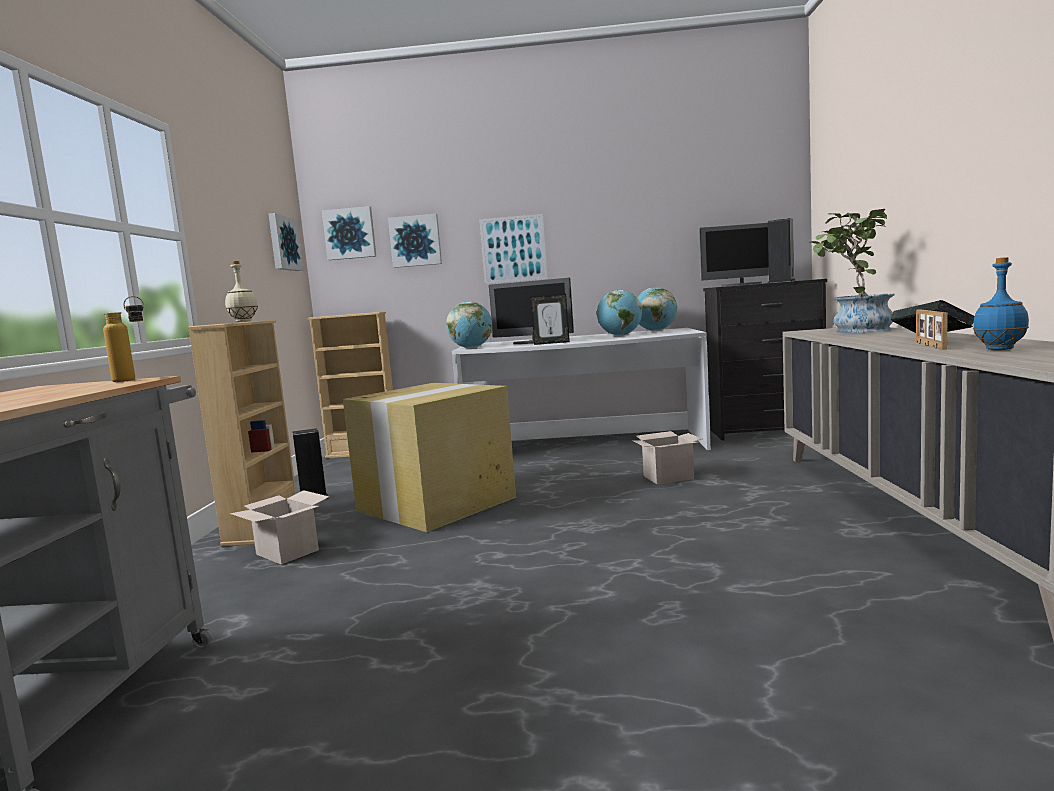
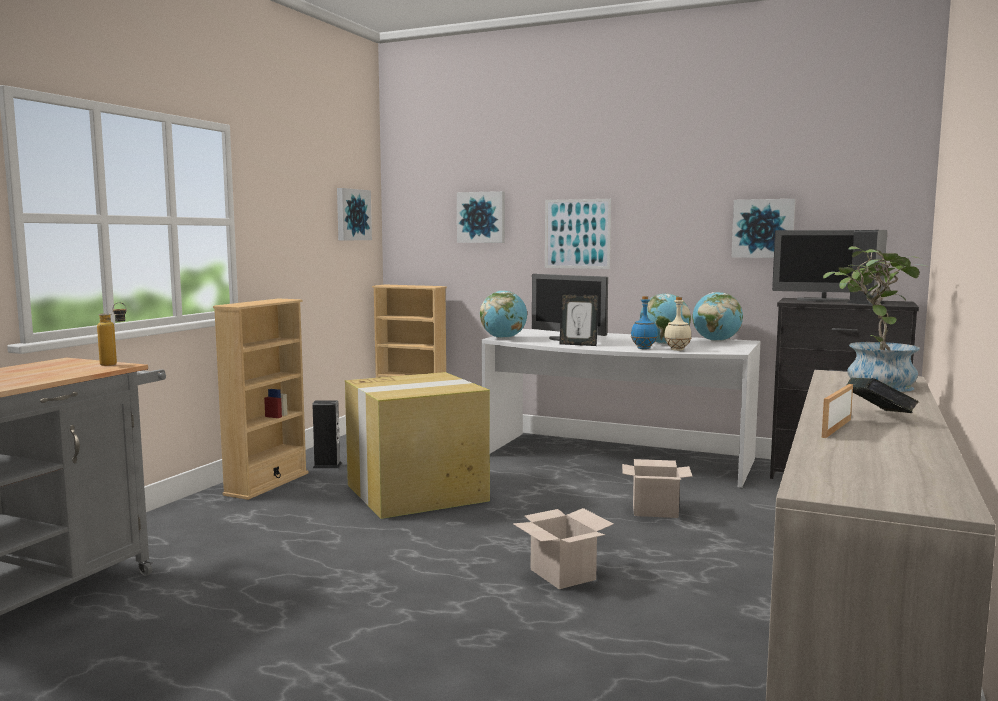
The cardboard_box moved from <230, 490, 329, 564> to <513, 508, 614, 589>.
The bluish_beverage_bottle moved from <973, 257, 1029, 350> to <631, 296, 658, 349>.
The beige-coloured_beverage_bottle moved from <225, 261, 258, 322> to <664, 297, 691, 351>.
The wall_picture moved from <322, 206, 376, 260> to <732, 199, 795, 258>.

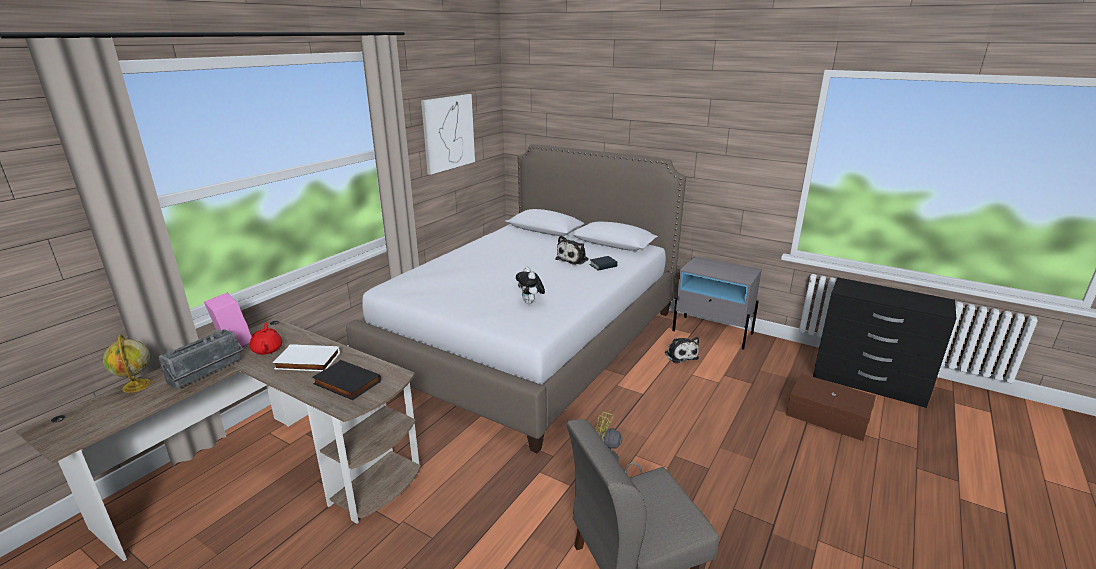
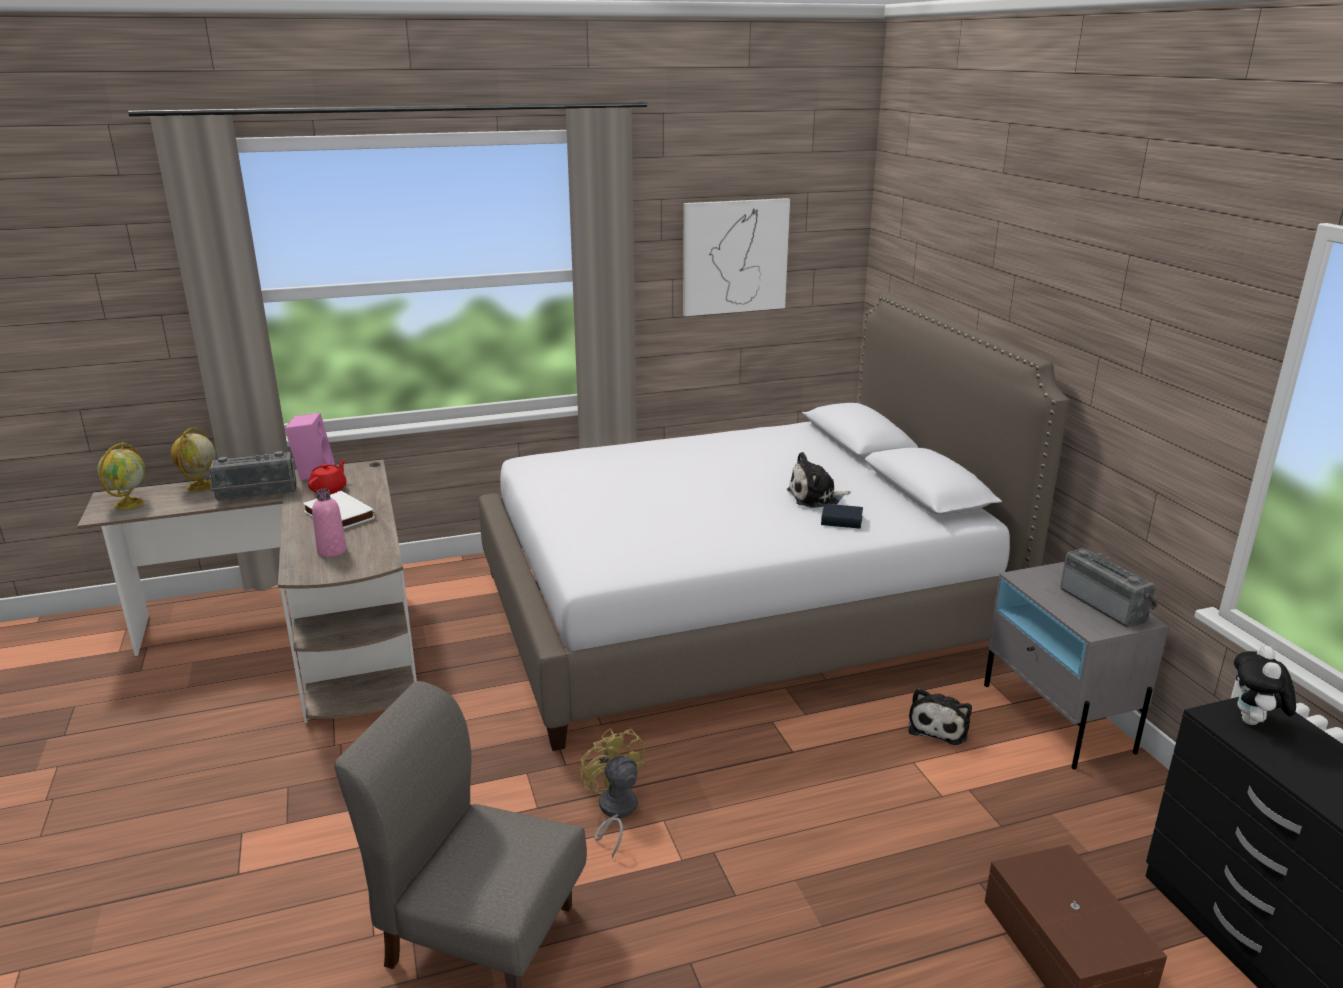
The world_globe at <97, 442, 145, 510> appeared.
The black_volume at <312, 360, 381, 400> was replaced by the pink_beverage_bottle at <312, 489, 347, 557>.
The radio_set at <1060, 548, 1158, 628> appeared.
The cuddly_toy moved from <516, 267, 545, 304> to <1234, 646, 1296, 725>.

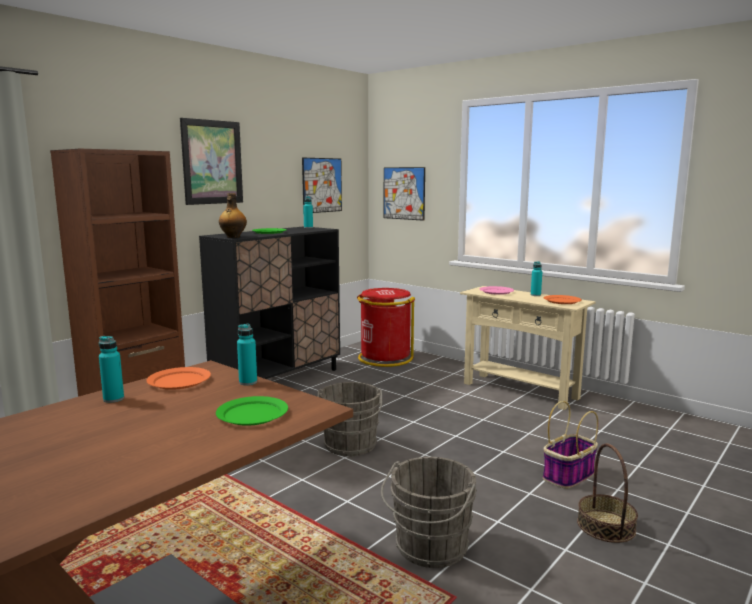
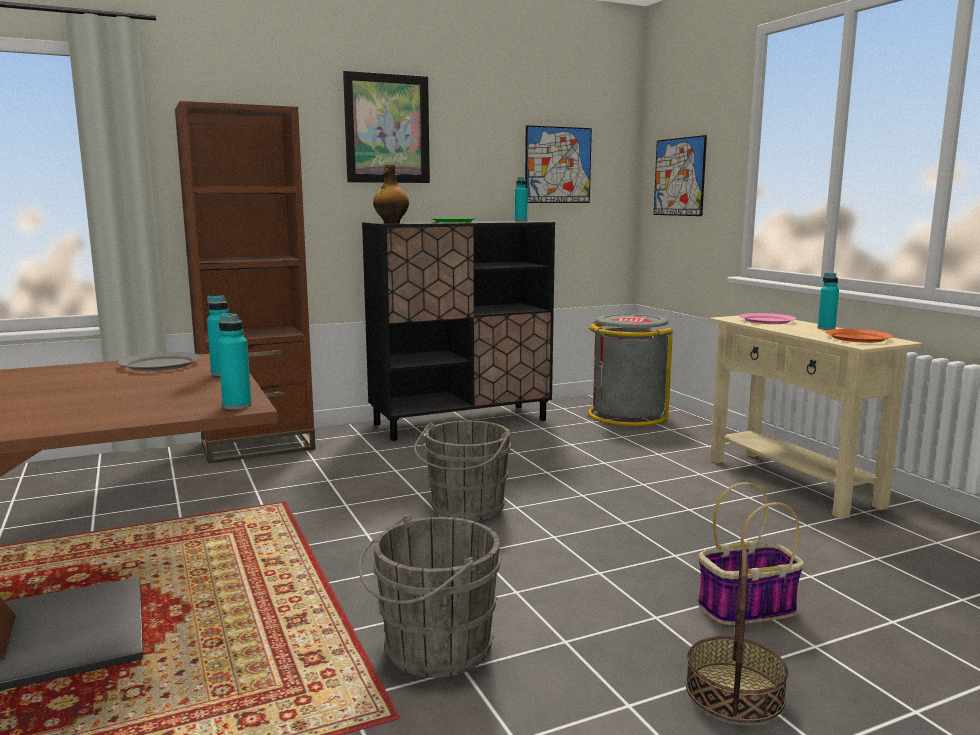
The orange_dinner_plate at <146, 367, 211, 390> became the gray_dinner_plate at <118, 352, 201, 371>.
The turquoise-coloured_beverage_bottle moved from <99, 336, 124, 403> to <218, 313, 252, 410>.
The red-coloured_waste_bin at <357, 288, 415, 367> became the gray_waste_bin at <588, 314, 673, 426>.
The greenish_dinner_plate at <216, 396, 288, 426> disappeared.

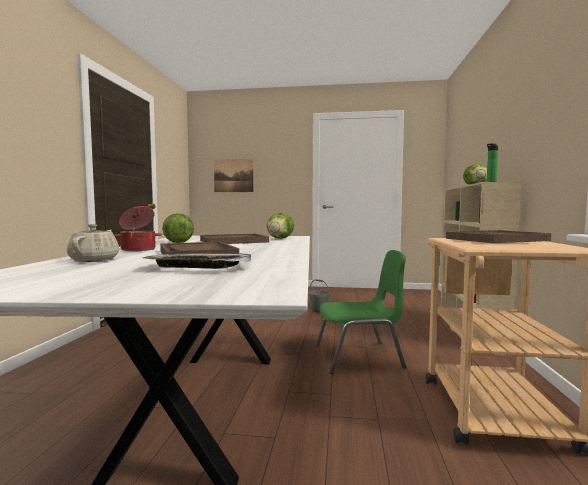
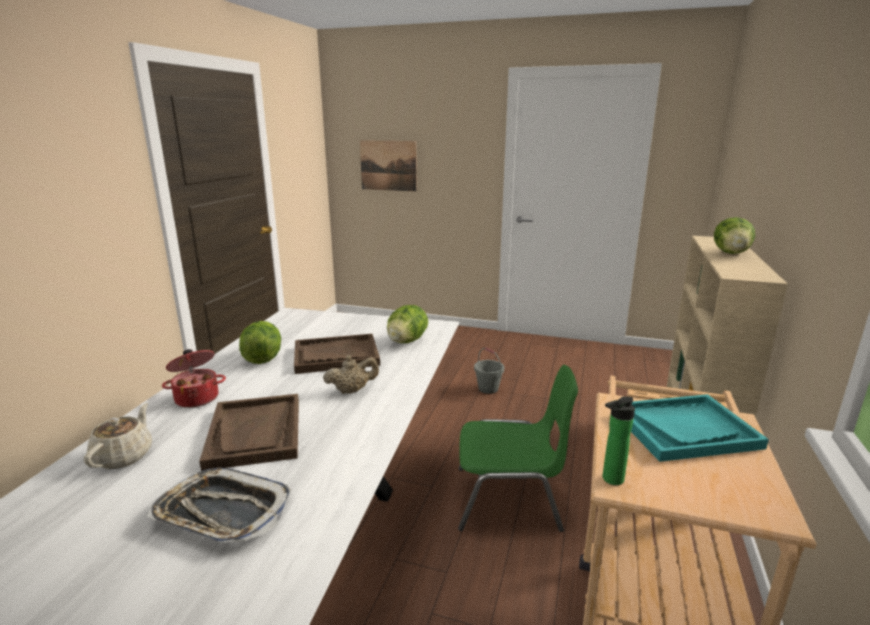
The beige-coloured_tea_pot at <323, 355, 379, 394> appeared.
The beverage_bottle moved from <487, 143, 498, 182> to <603, 396, 635, 485>.
The brownish_tray at <446, 230, 551, 243> became the turquoise-coloured_tray at <631, 394, 769, 462>.

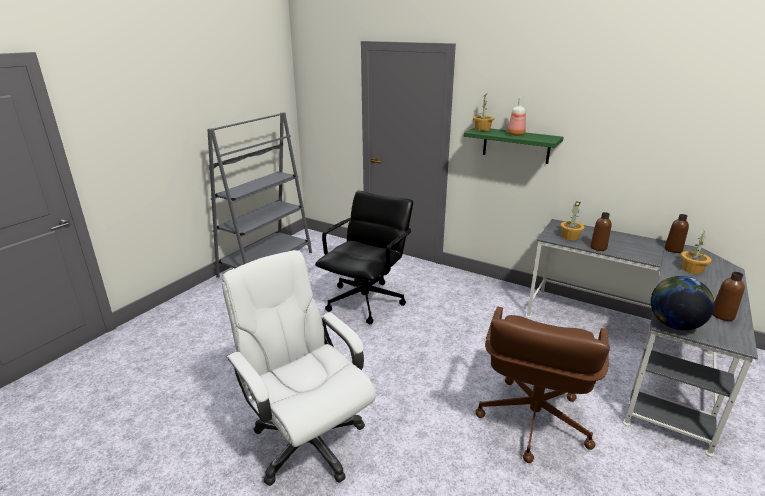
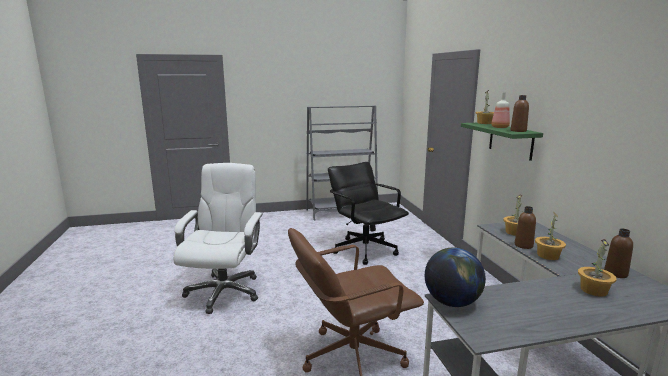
The black_desk_chair at <315, 191, 413, 324> turned 105 degrees counterclockwise.
The brownish_beverage_bottle moved from <712, 272, 745, 321> to <510, 95, 529, 132>.
The plant_in_a_pot at <535, 212, 566, 260> appeared.

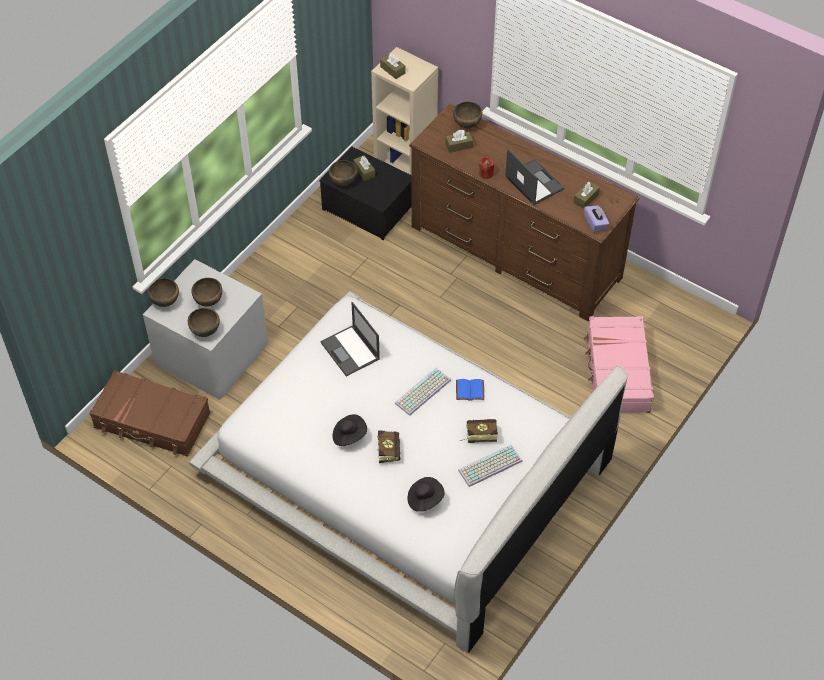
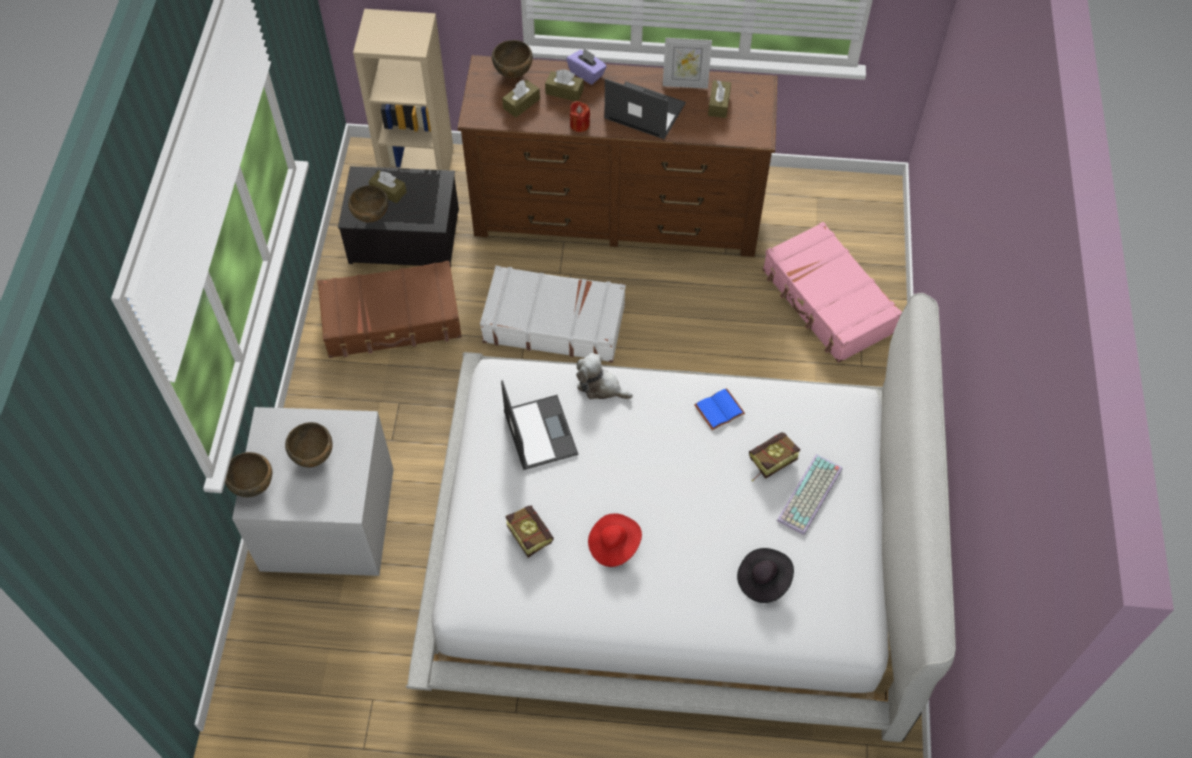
The brownish_piece_of_luggage moved from <89, 370, 210, 456> to <317, 261, 462, 358>.
The white-coloured_piece_of_luggage at <480, 266, 626, 362> appeared.
The portable_computer at <320, 302, 380, 376> turned 135 degrees counterclockwise.
The volume moved from <377, 430, 401, 463> to <505, 506, 554, 558>.
The brownish_tissue_holder moved from <380, 54, 405, 79> to <545, 69, 584, 101>.
The purple-coloured_tissue_holder moved from <584, 205, 609, 233> to <566, 48, 607, 85>.
The cuddly_toy at <576, 353, 633, 399> appeared.
The black_wearable_hat at <333, 414, 367, 446> became the red-coloured_wearable_hat at <588, 513, 642, 567>.
The picture_frame at <663, 38, 712, 89> appeared.
The brownish_deep_dish at <188, 308, 220, 337> disappeared.
The keyboard at <395, 368, 451, 416> disappeared.

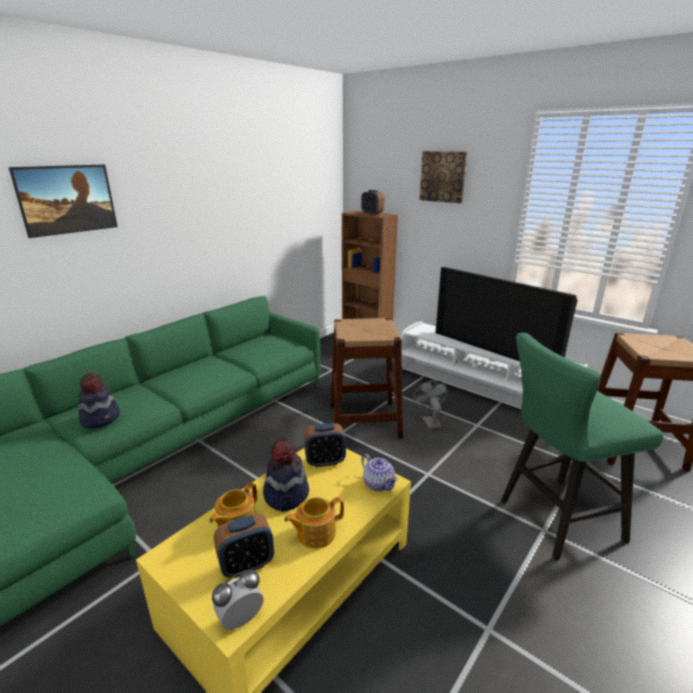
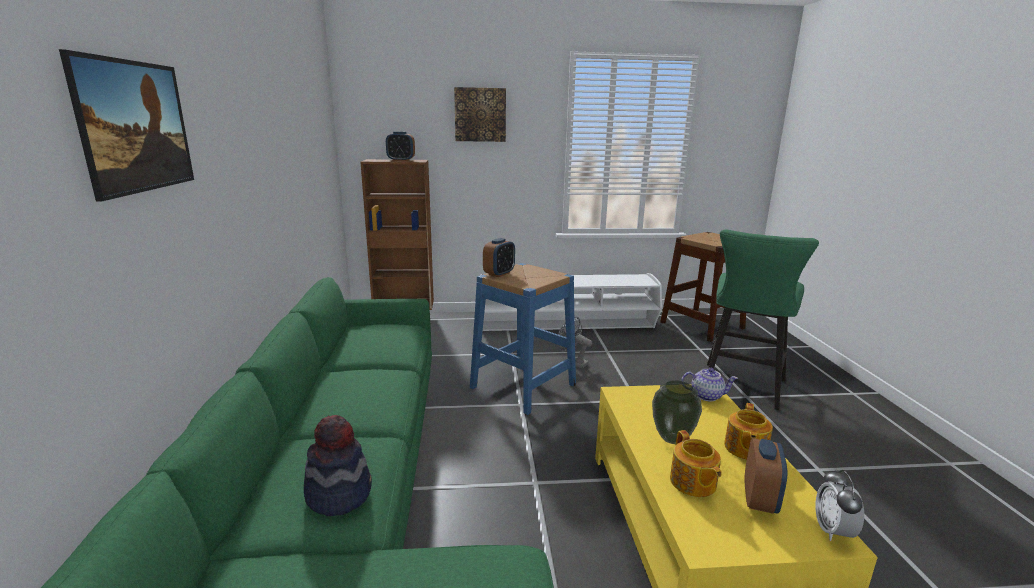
The brownish_stool_seat at <330, 318, 403, 439> became the bluish_stool_seat at <470, 263, 576, 415>.
The alarm_clock moved from <304, 423, 346, 467> to <483, 238, 515, 277>.
The wearable_hat at <263, 438, 309, 511> was replaced by the flower_vase at <652, 380, 702, 444>.
The television at <436, 267, 578, 361> disappeared.

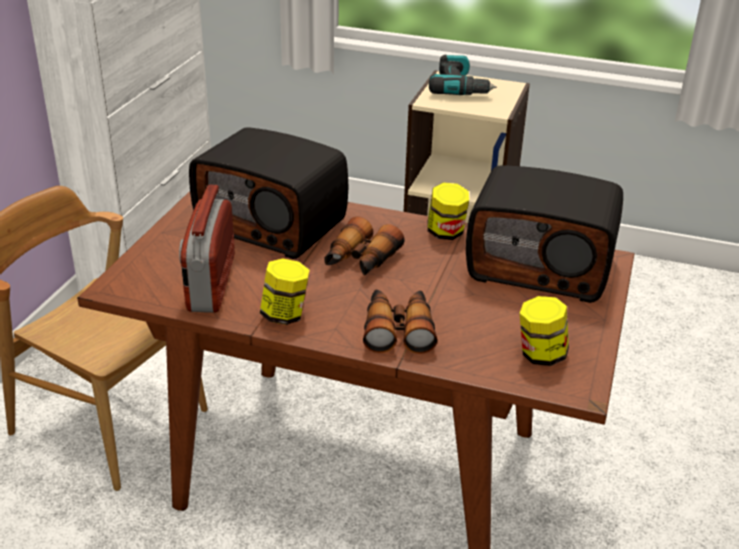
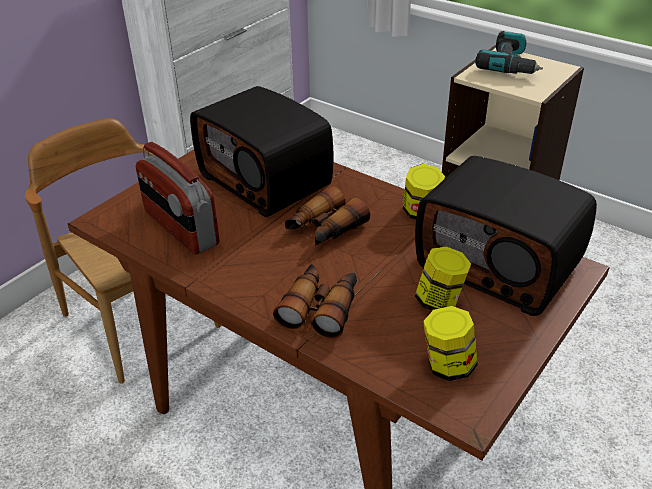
The radio_set at <179, 185, 235, 313> turned 60 degrees counterclockwise.
The jar moved from <260, 258, 310, 325> to <415, 247, 471, 311>.

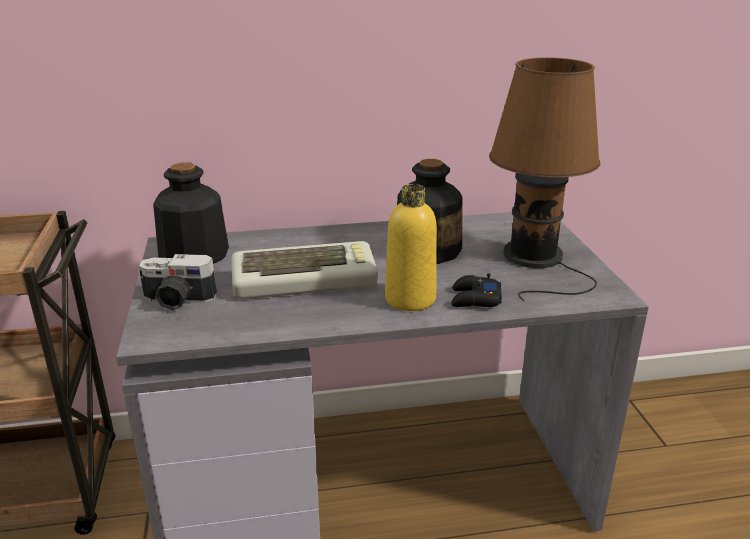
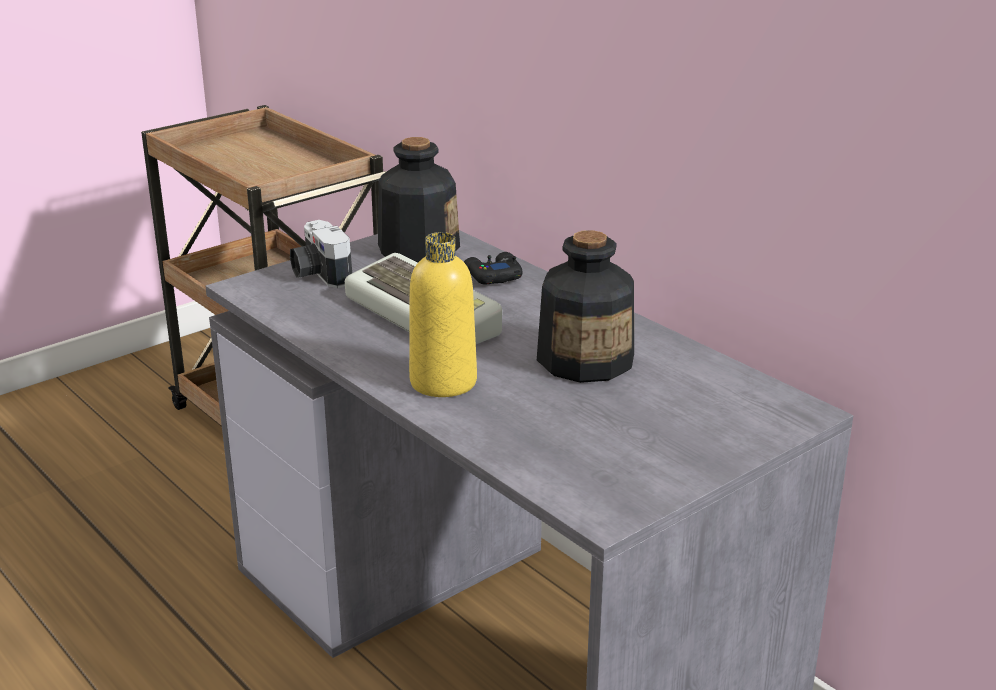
The black_game_controller moved from <451, 273, 502, 307> to <464, 252, 523, 285>.
The brownish_lamp_for_a_table at <489, 58, 600, 301> disappeared.

